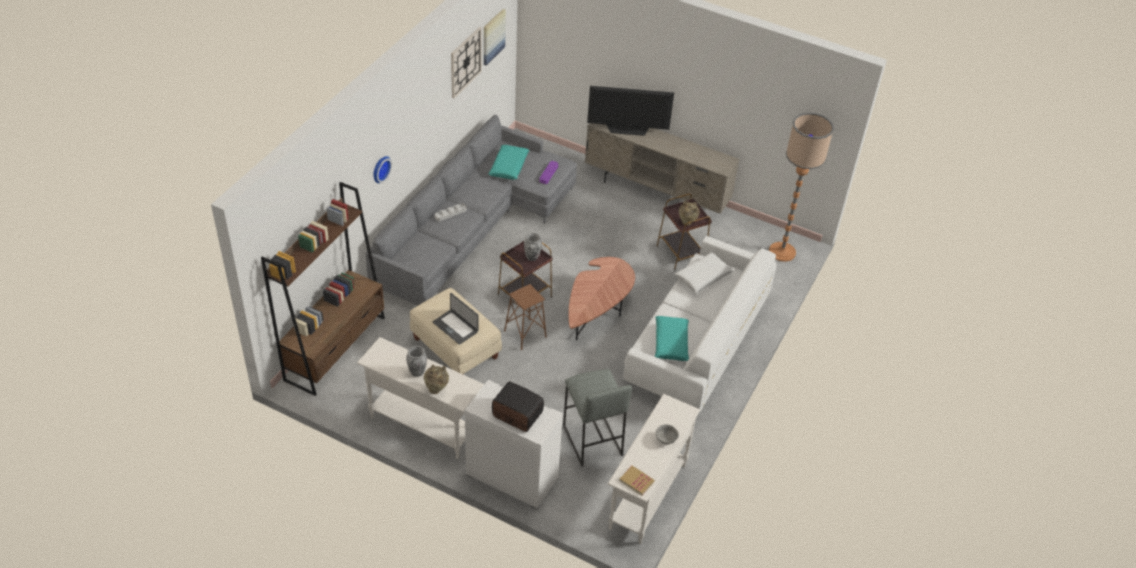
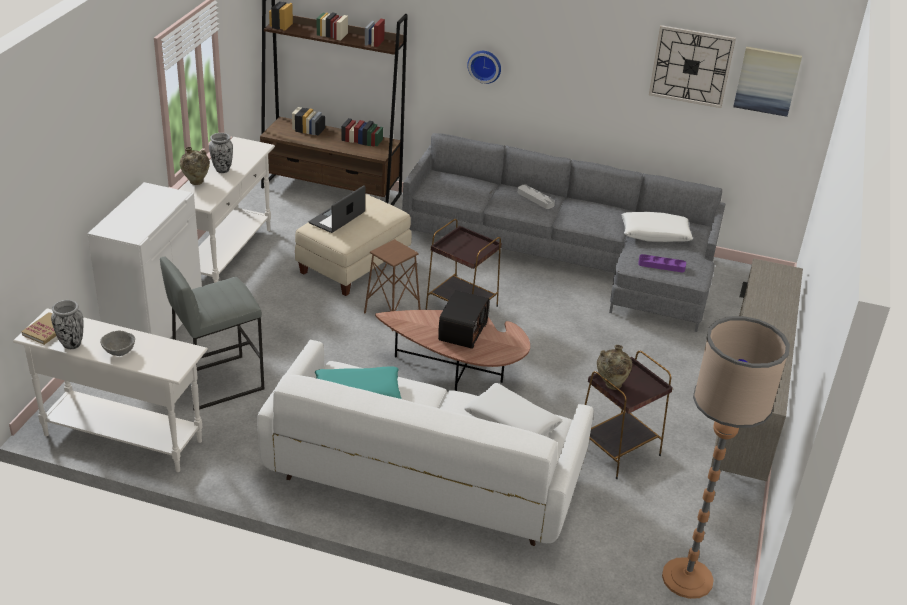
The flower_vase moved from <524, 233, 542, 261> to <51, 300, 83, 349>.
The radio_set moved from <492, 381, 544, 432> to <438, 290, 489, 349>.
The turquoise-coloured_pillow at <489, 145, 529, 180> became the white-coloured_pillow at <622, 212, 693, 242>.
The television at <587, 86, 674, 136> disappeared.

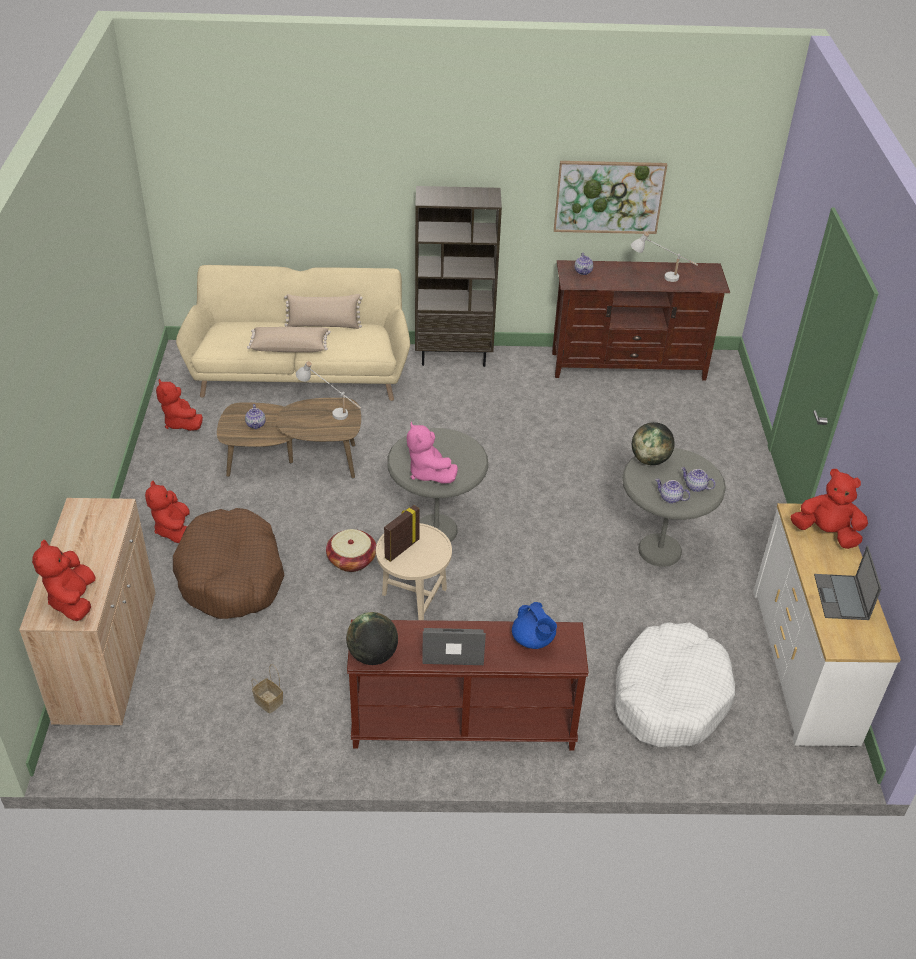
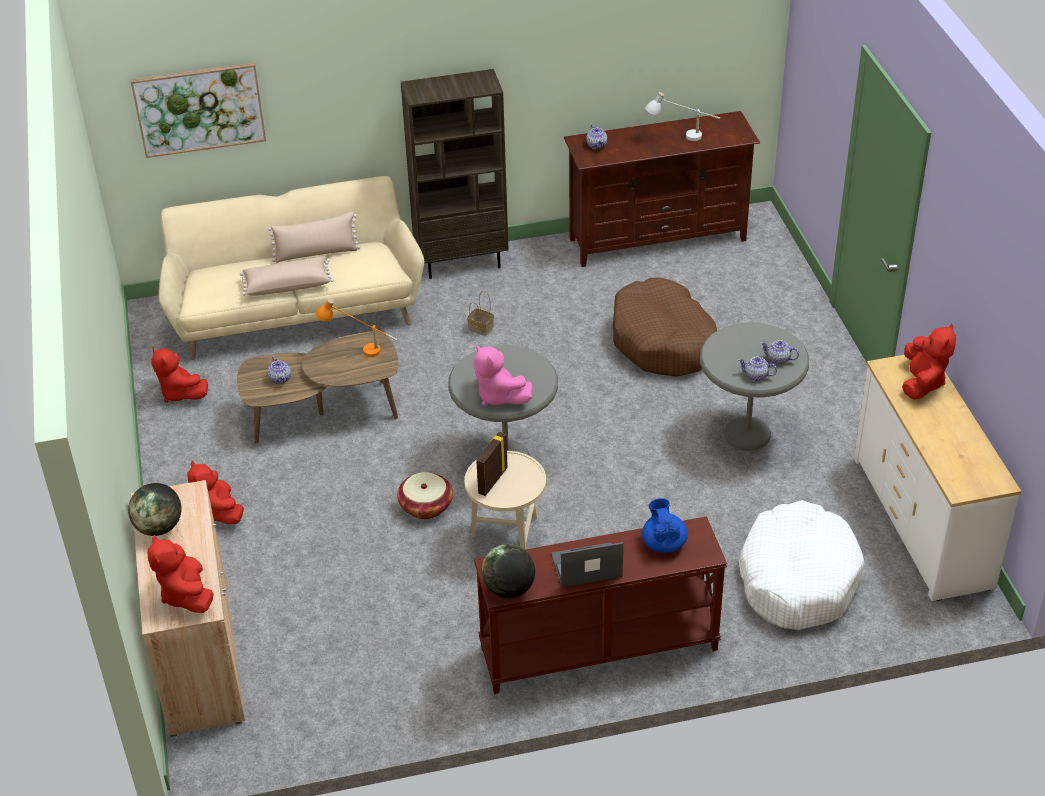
The world_globe moved from <632, 422, 675, 465> to <128, 483, 182, 536>.
The wall_picture moved from <554, 161, 667, 234> to <130, 63, 266, 158>.
The white-coloured_lamp_for_a_table at <296, 361, 361, 420> became the orange_lamp_for_a_table at <316, 298, 397, 357>.
The basket moved from <252, 664, 283, 714> to <467, 290, 494, 336>.
The brownish_dog_cushion moved from <173, 508, 284, 619> to <613, 277, 717, 377>.
The bluish_tea_pot at <512, 602, 557, 649> turned 150 degrees counterclockwise.
The red-coloured_cuddly_toy at <791, 469, 868, 549> turned 90 degrees clockwise.
The portable_computer at <814, 546, 881, 620> disappeared.

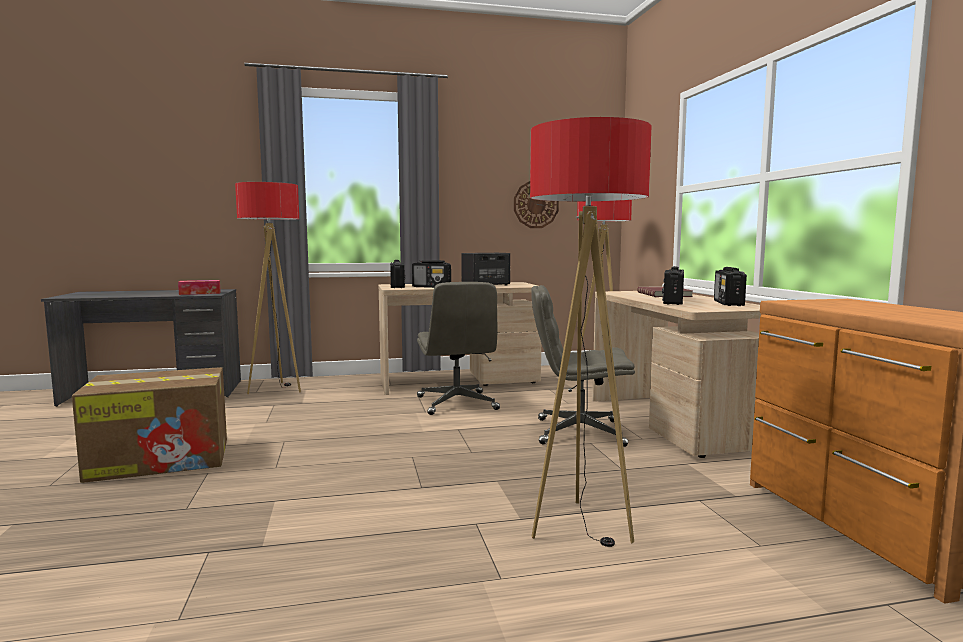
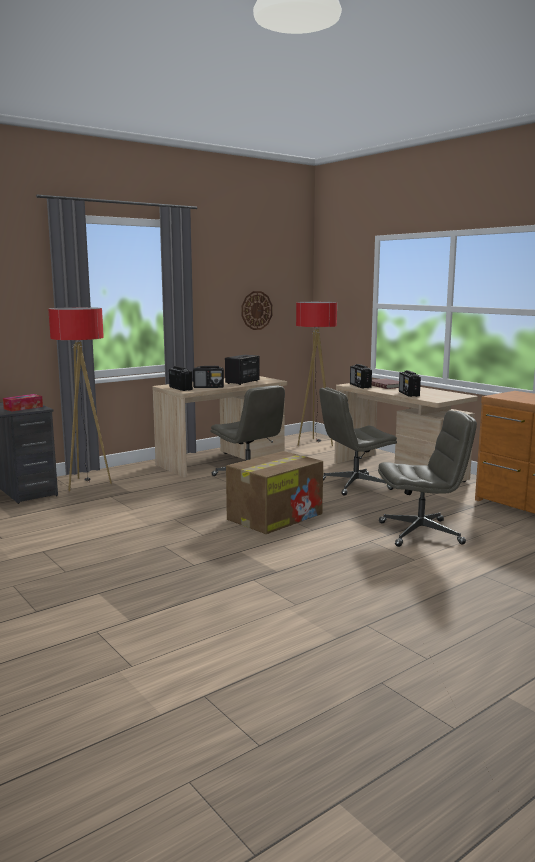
The cardboard_box moved from <72, 367, 227, 483> to <226, 451, 323, 534>.
The radio_set moved from <714, 267, 747, 306> to <350, 364, 372, 388>.
The standard_lamp at <530, 117, 652, 547> was replaced by the gray_desk_chair at <378, 410, 477, 547>.

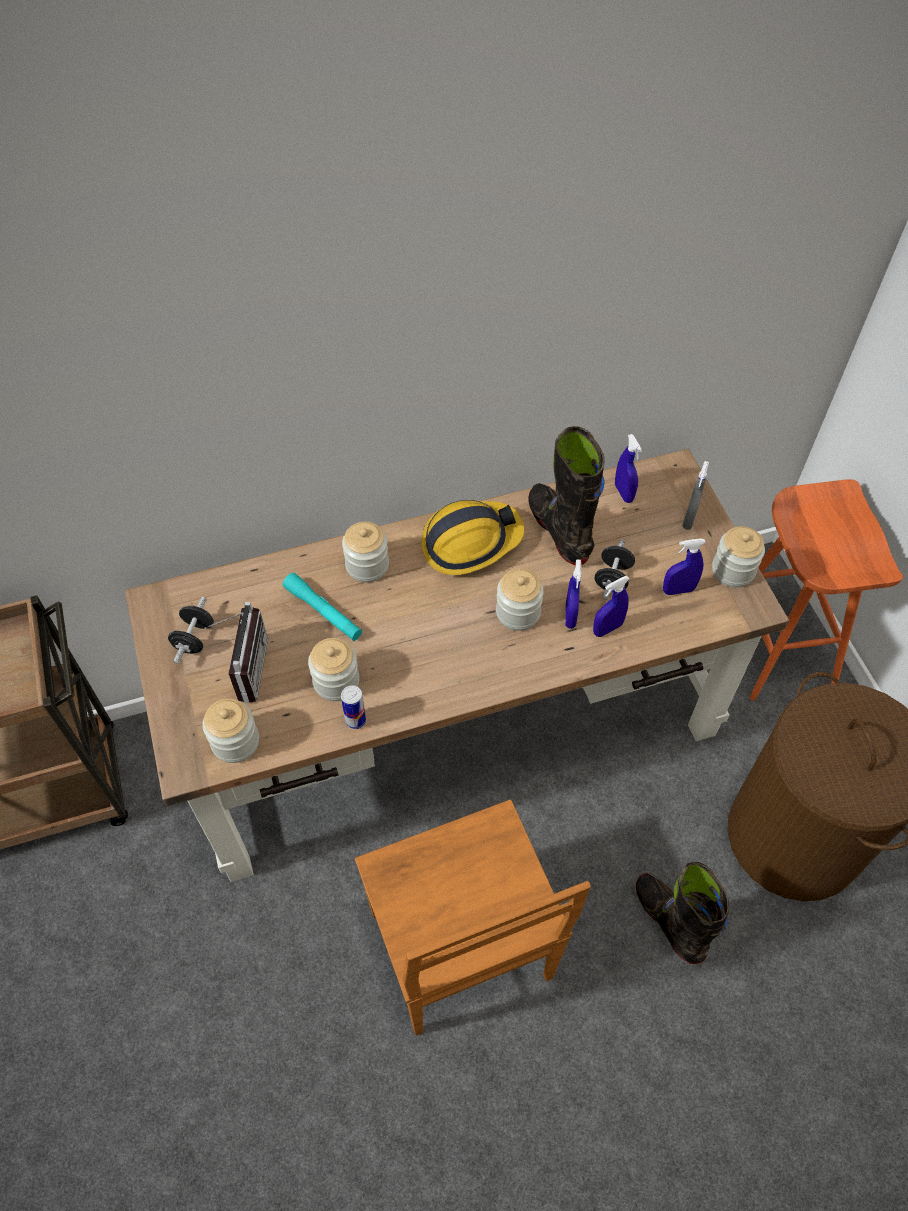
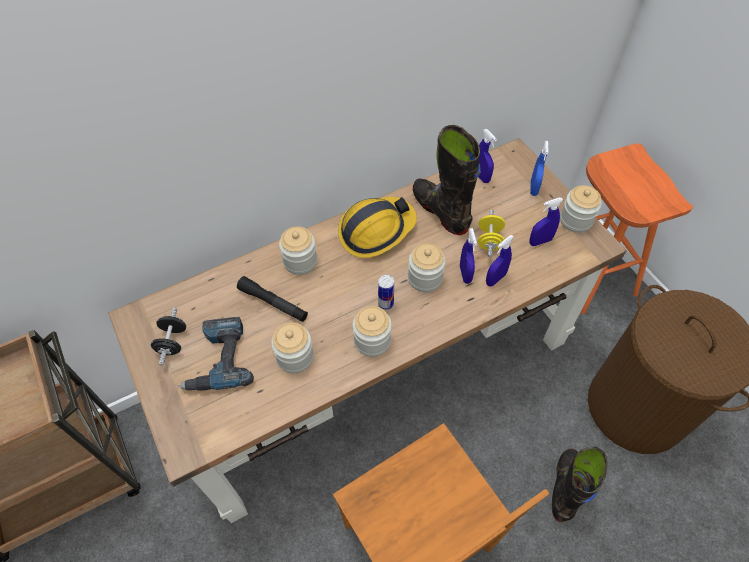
The radio_set at <205, 602, 268, 703> was replaced by the drill at <178, 317, 254, 391>.
The turquoise-coloured_torch at <283, 573, 362, 641> became the black_torch at <237, 276, 308, 322>.
The jar moved from <203, 698, 259, 763> to <352, 306, 392, 357>.
The metal_can moved from <341, 685, 366, 729> to <378, 275, 394, 310>.
The black_dumbbell at <595, 539, 635, 600> became the yellow_dumbbell at <478, 210, 505, 257>.
The gray_spray_bottle at <682, 461, 709, 530> became the bluish_spray_bottle at <530, 141, 549, 196>.
The black_tall_boot at <636, 862, 729, 964> turned 60 degrees clockwise.

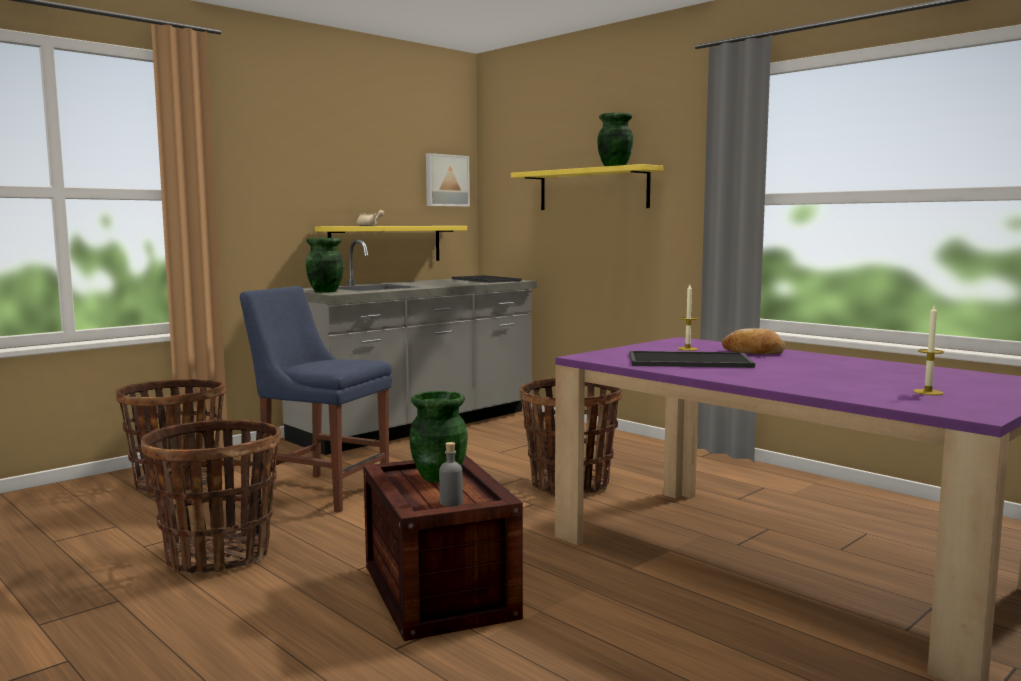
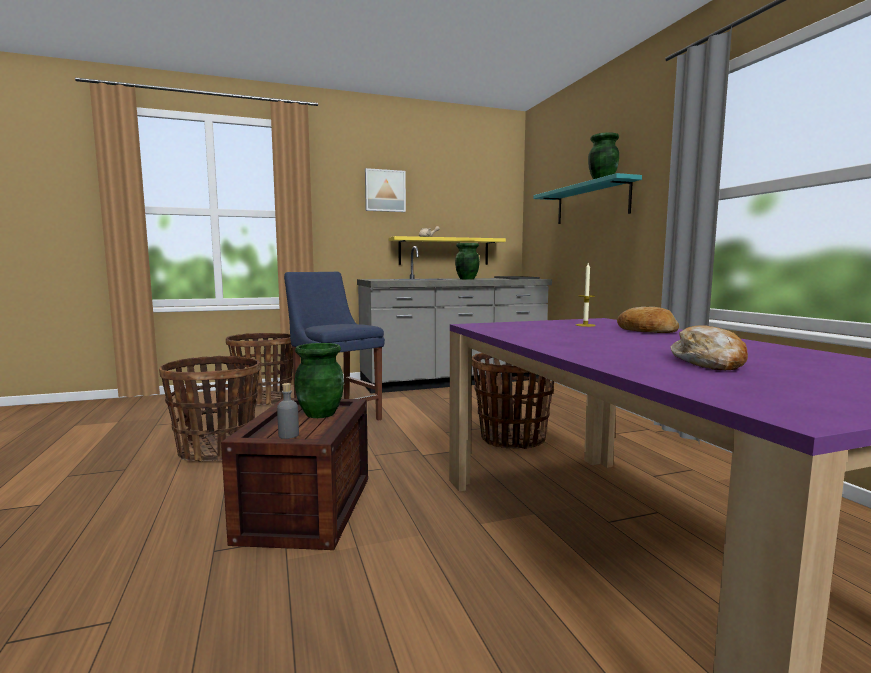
The wall_picture moved from <426, 153, 470, 207> to <365, 168, 406, 212>.
The greenish_flower_vase moved from <306, 238, 344, 293> to <455, 243, 480, 279>.
The yellow_shelf at <511, 164, 663, 210> became the turquoise-coloured_shelf at <533, 173, 642, 224>.
The baked_bread at <671, 325, 748, 370> appeared.
The tray at <629, 351, 755, 368> disappeared.
The wax_candle at <913, 305, 944, 395> disappeared.

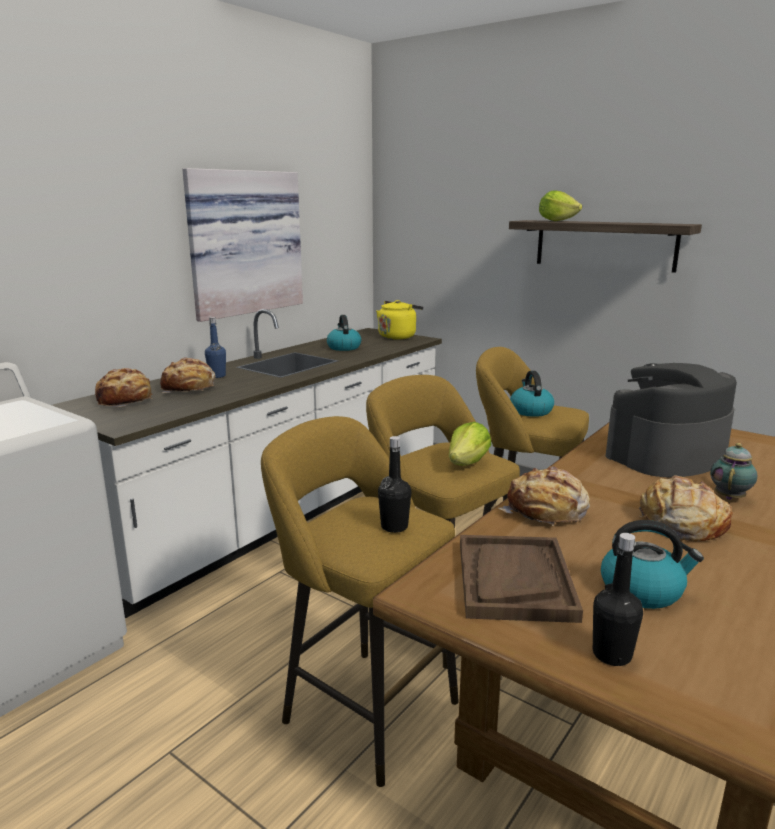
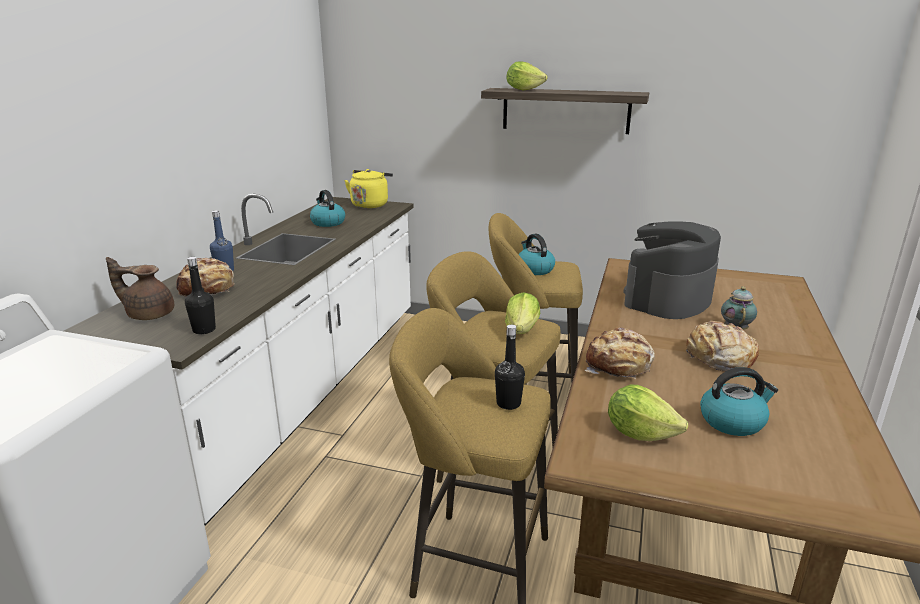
The baked_bread at <95, 368, 153, 408> was replaced by the brownish_tea_pot at <106, 257, 174, 320>.
The black_beverage_bottle moved from <593, 533, 643, 666> to <185, 257, 216, 334>.
The brownish_tray at <460, 535, 583, 623> was replaced by the head_of_lettuce at <608, 384, 688, 441>.
The wall_picture at <182, 168, 303, 322> disappeared.

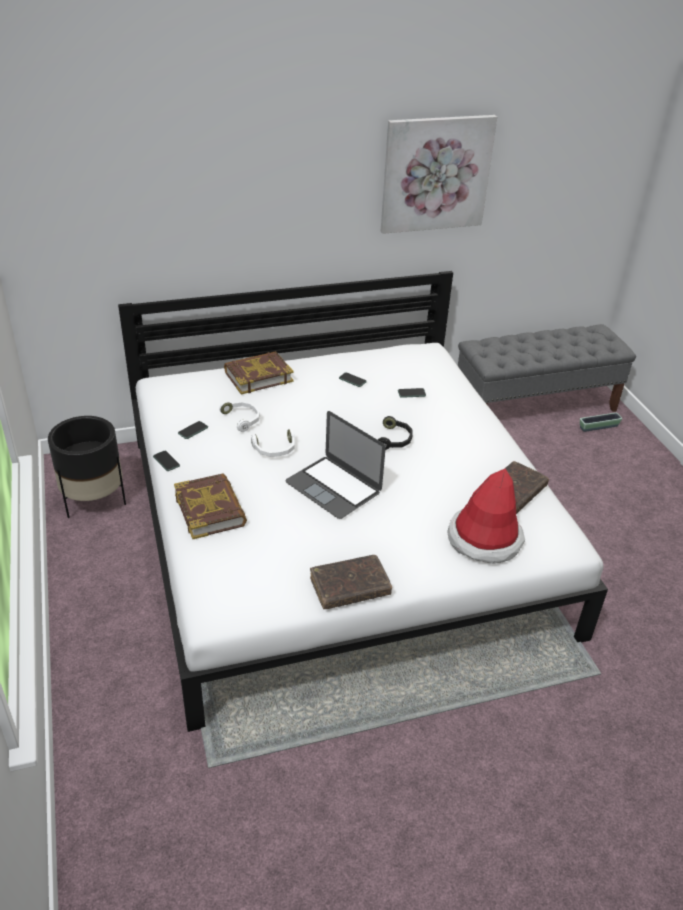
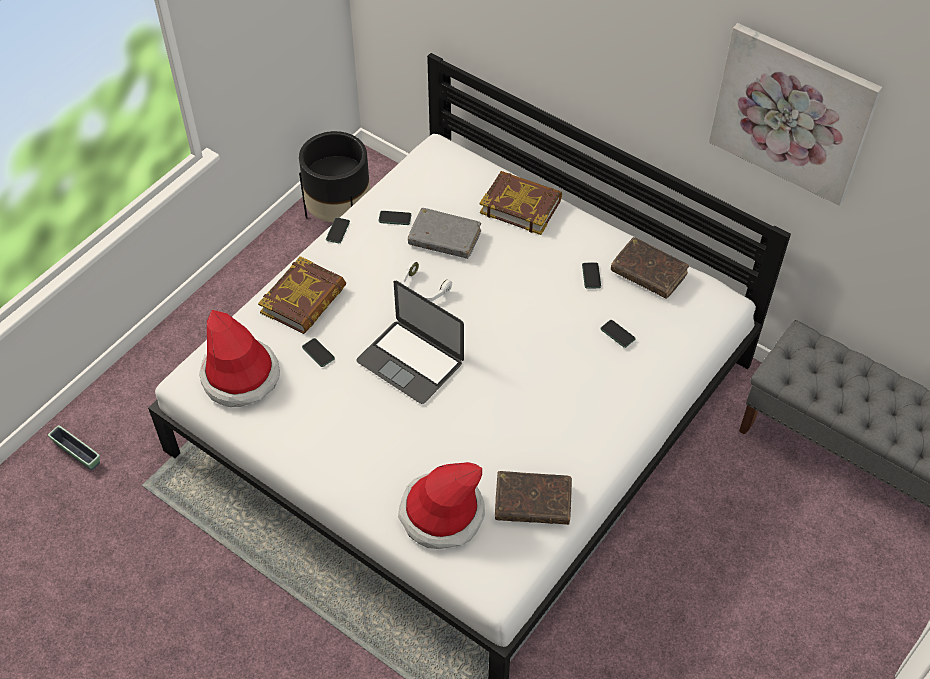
The planter moved from <580, 413, 622, 432> to <48, 425, 100, 470>.
The wearable_hat at <199, 310, 280, 407> appeared.
The handset at <302, 338, 335, 367> appeared.
The portable_computer at <285, 411, 386, 519> turned 60 degrees counterclockwise.
The white-coloured_headset at <219, 401, 260, 432> was replaced by the gray_volume at <408, 208, 481, 259>.
The brownish_volume moved from <310, 555, 392, 609> to <611, 237, 689, 299>.
The black_headset at <378, 416, 413, 450> disappeared.

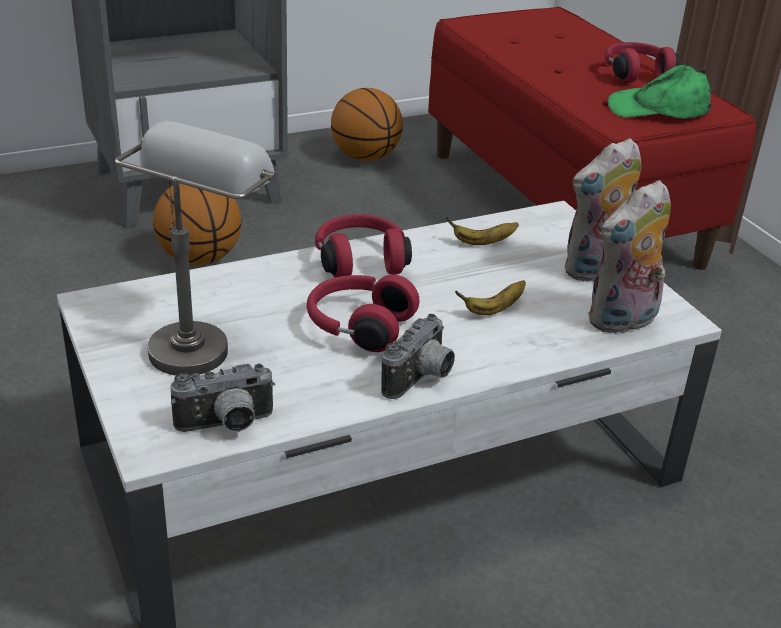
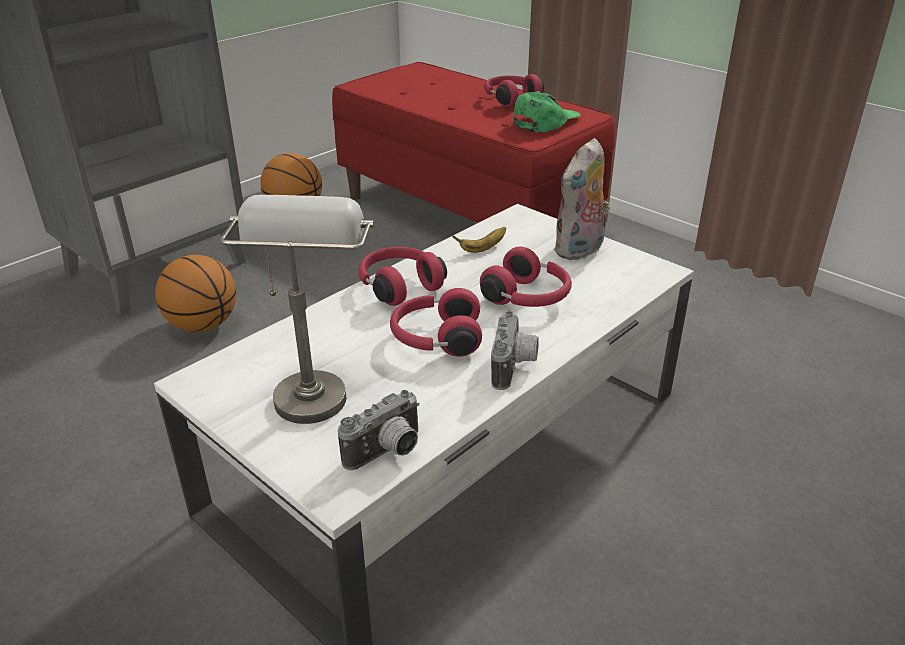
The banana_fruit at <455, 280, 526, 315> was replaced by the red-coloured_headset at <480, 247, 572, 307>.
The greenish_peaked_cap at <608, 65, 711, 119> turned 150 degrees clockwise.
The cuddly_toy at <588, 180, 671, 334> disappeared.

